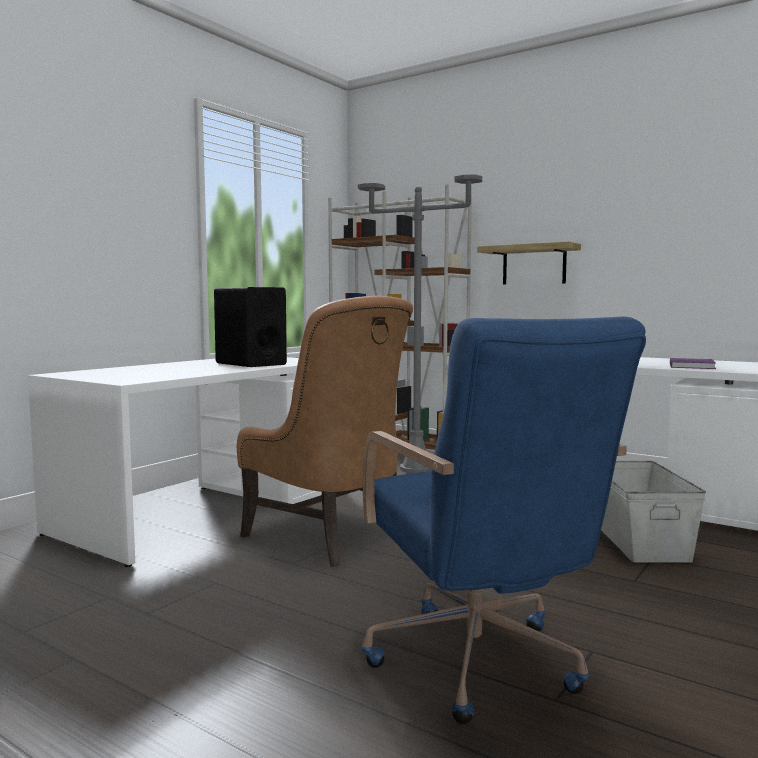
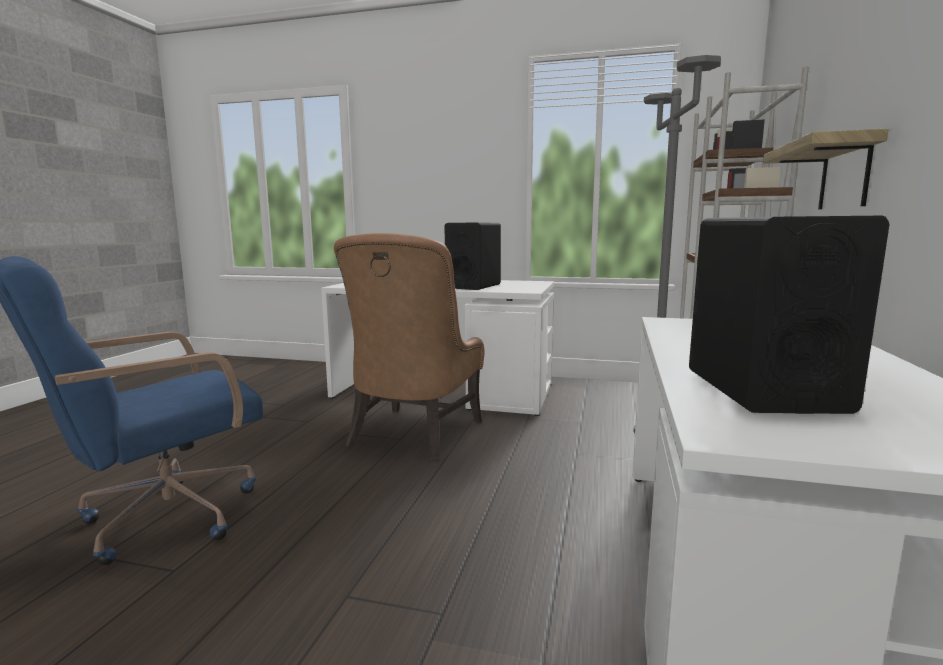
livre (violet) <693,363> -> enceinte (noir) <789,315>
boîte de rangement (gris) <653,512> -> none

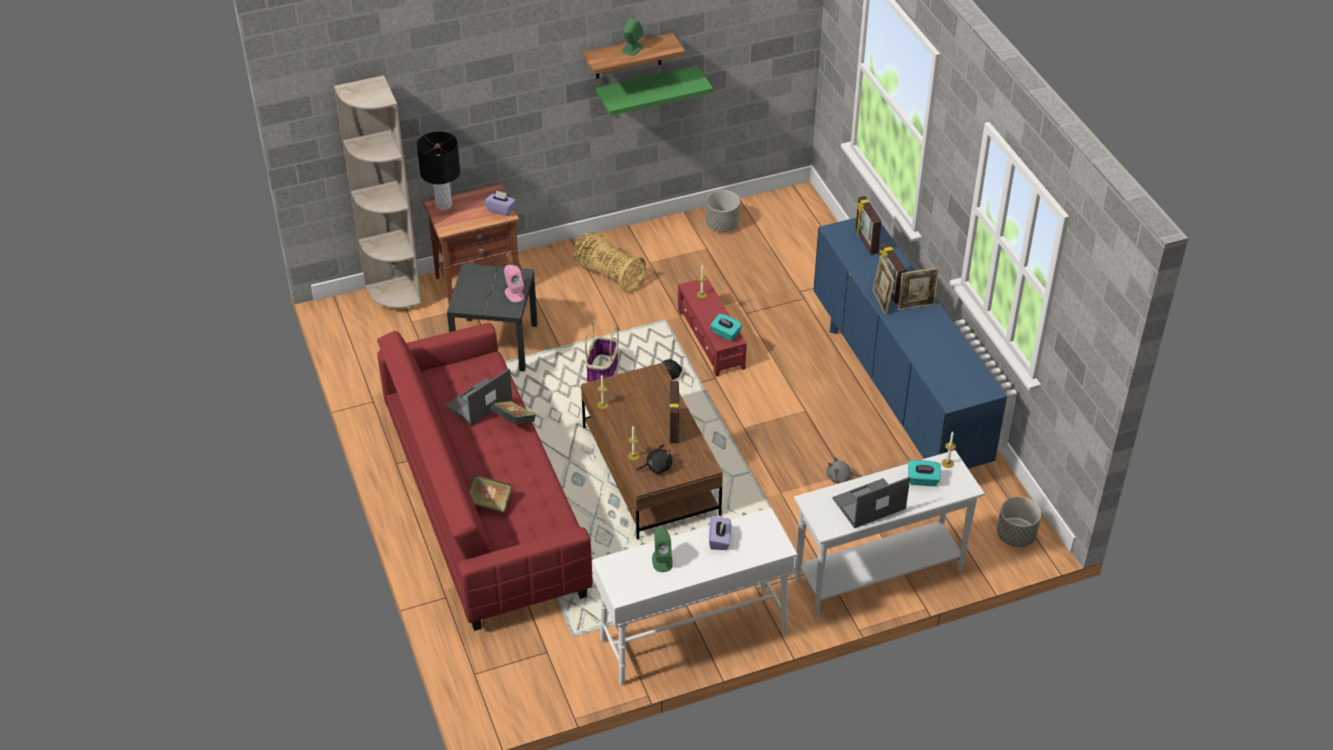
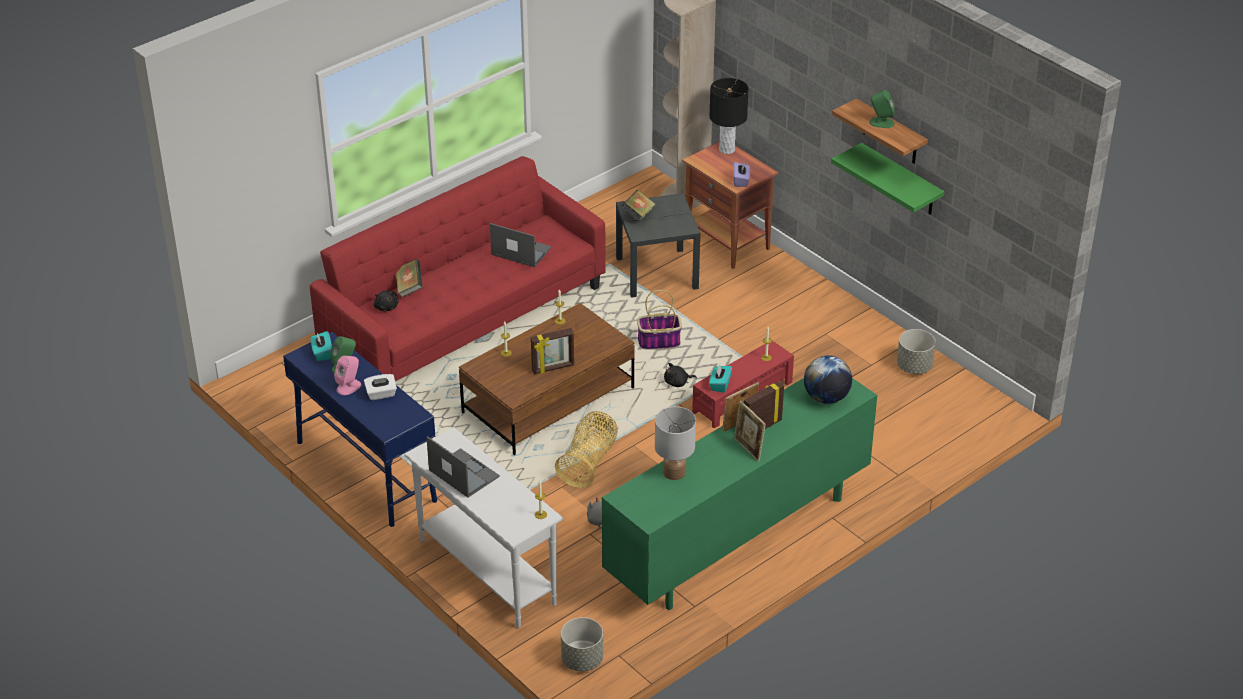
cadre photo <868,225> -> globe <828,380>
meuble de rangement (bleu) <910,343> -> meuble de rangement (vert) <739,494>
panier <609,262> -> panier <586,449>, relocated
enceinte (rose) <514,283> -> enceinte (rose) <347,375>, relocated
livre <513,412> -> livre <638,205>, relocated
peluche (noir) <654,459> -> peluche (noir) <386,301>, relocated
boîte à mouchoirs (turquoise) <924,473> -> boîte à mouchoirs (turquoise) <321,346>, relocated
table console (blanc) <695,597> -> table console (bleu) <360,429>
boîte à mouchoirs (violet) <720,533> -> boîte à mouchoirs (blanc) <380,387>
none -> lampe de table (gris) <675,443>

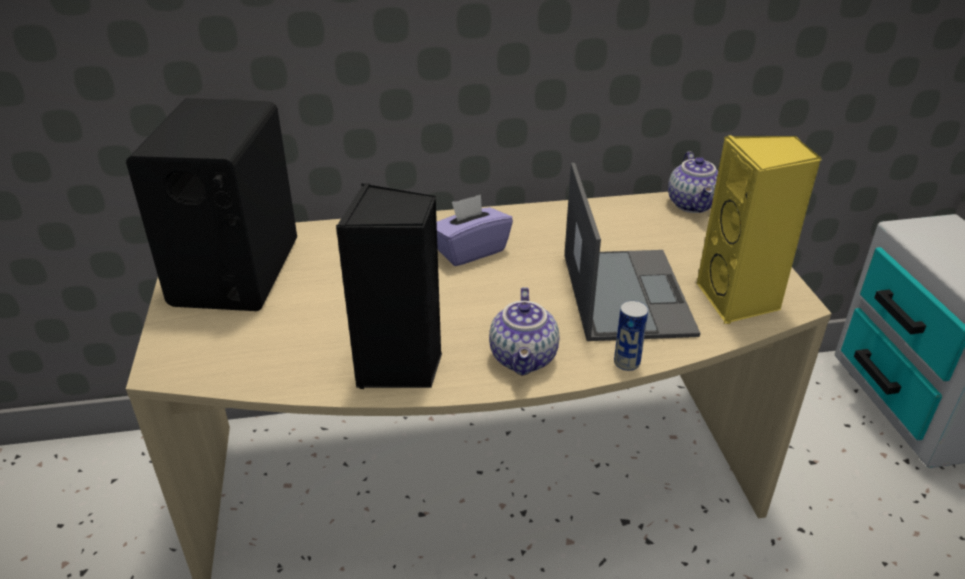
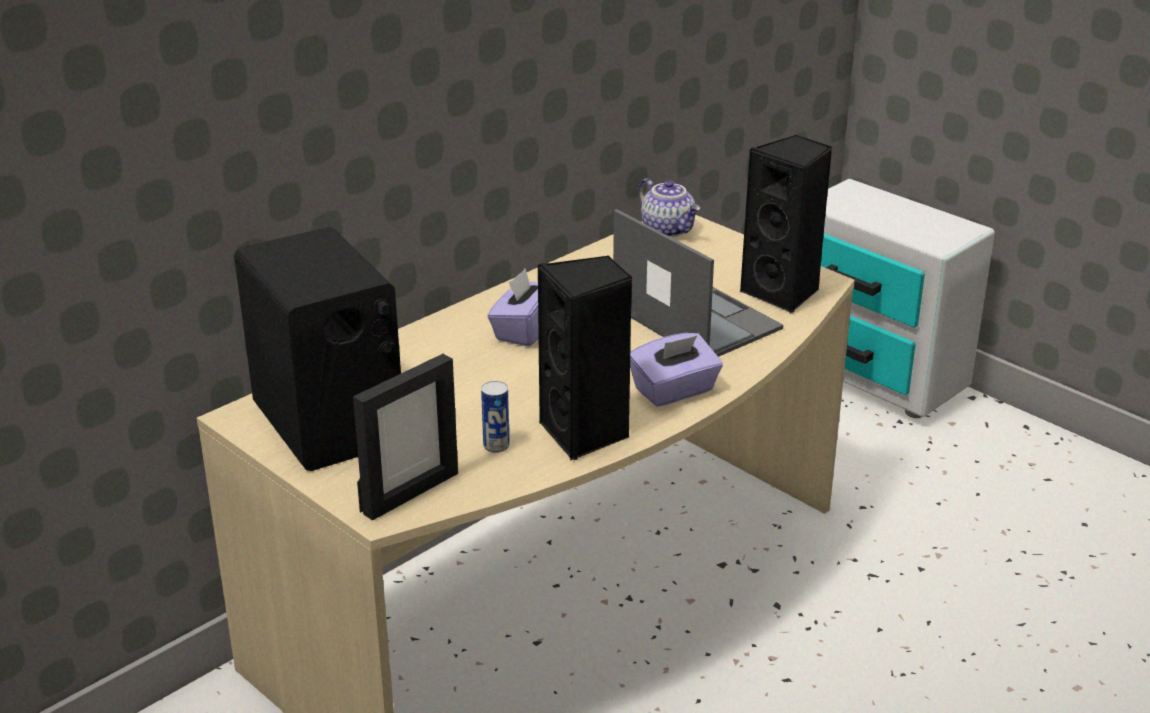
enceinte (jaune) <758,229> -> enceinte (noir) <786,224>
théière <524,331> -> boîte à mouchoirs (violet) <676,370>
boîte métallique <631,335> -> boîte métallique <495,417>, relocated
none -> cadre photo <405,437>

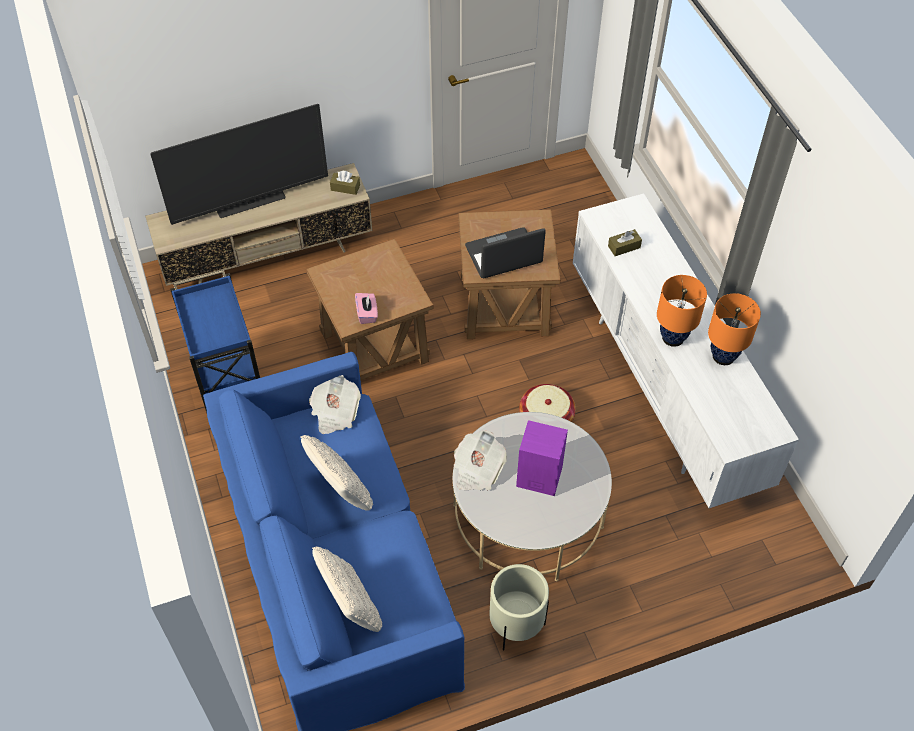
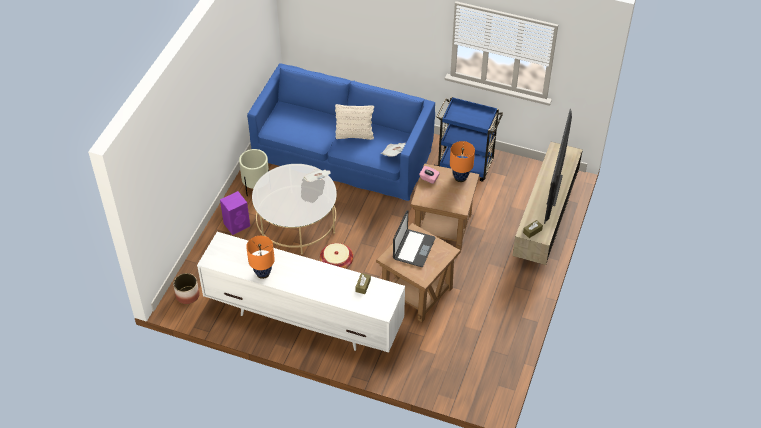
lampe de table (orange) <682,311> -> lampe de table (orange) <462,161>, relocated
enceinte (violet) <542,458> -> enceinte (violet) <235,213>, relocated
coussin (beige) <347,589> -> none
none -> cache-pot <186,288>

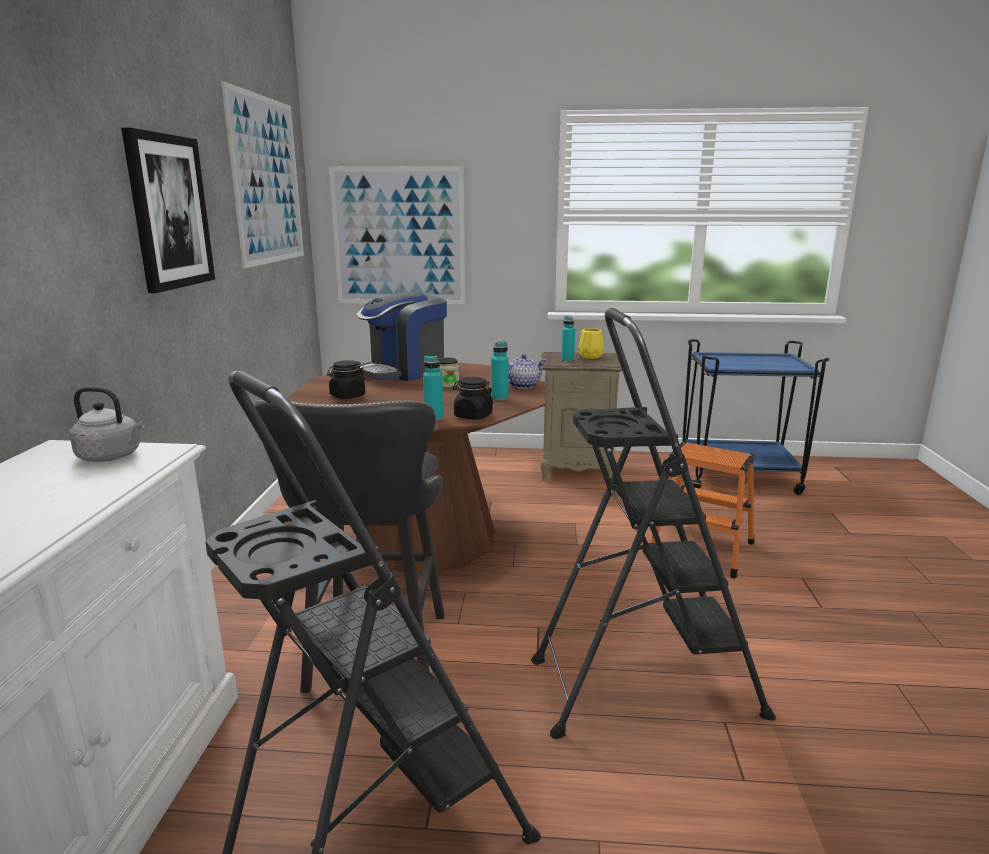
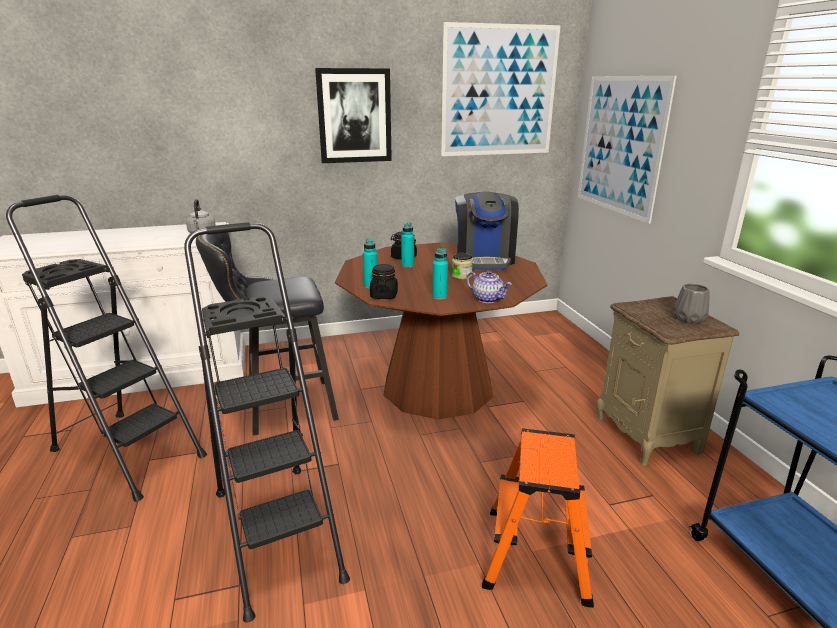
machine à café <402,336> -> machine à café <487,230>, 120 degrees counterclockwise
bouteille (turquoise) <568,338> -> bouteille (turquoise) <407,245>, relocated
vase (jaune) <591,343> -> vase (gris) <692,304>

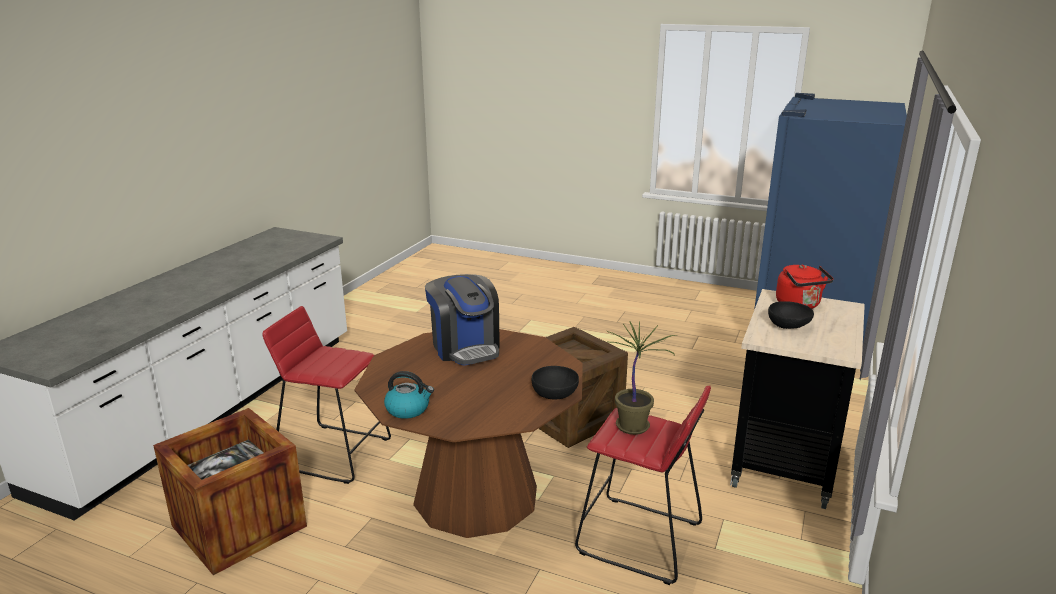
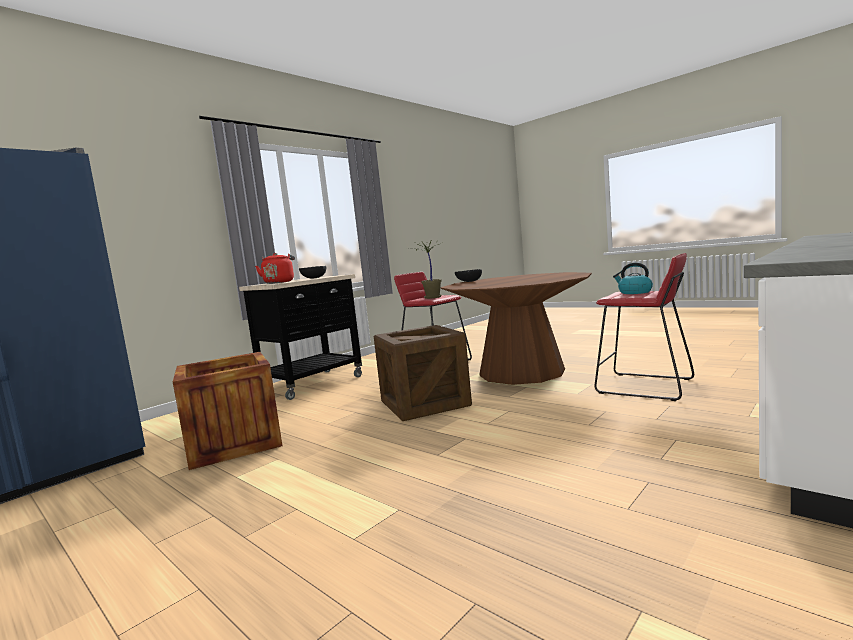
machine à café <462,320> -> none
bouilloire <409,395> -> bouilloire <633,278>, relocated
caisse <230,491> -> caisse <227,411>, relocated

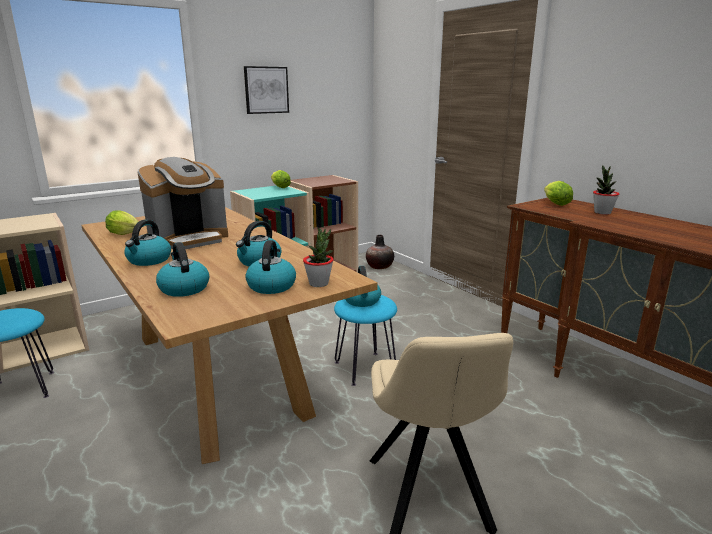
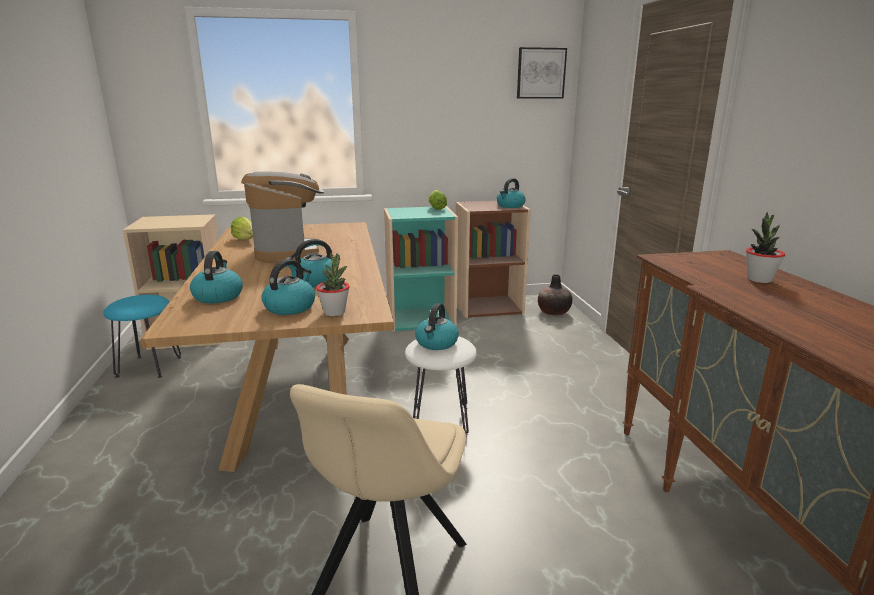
tableau <266,90> -> tableau <542,73>, relocated
machine à café <183,203> -> machine à café <282,217>, 90 degrees counterclockwise
laitue <558,193> -> none
bouilloire <148,243> -> bouilloire <511,193>, relocated
tabouret (turquoise) <365,340> -> tabouret (blanc) <441,386>

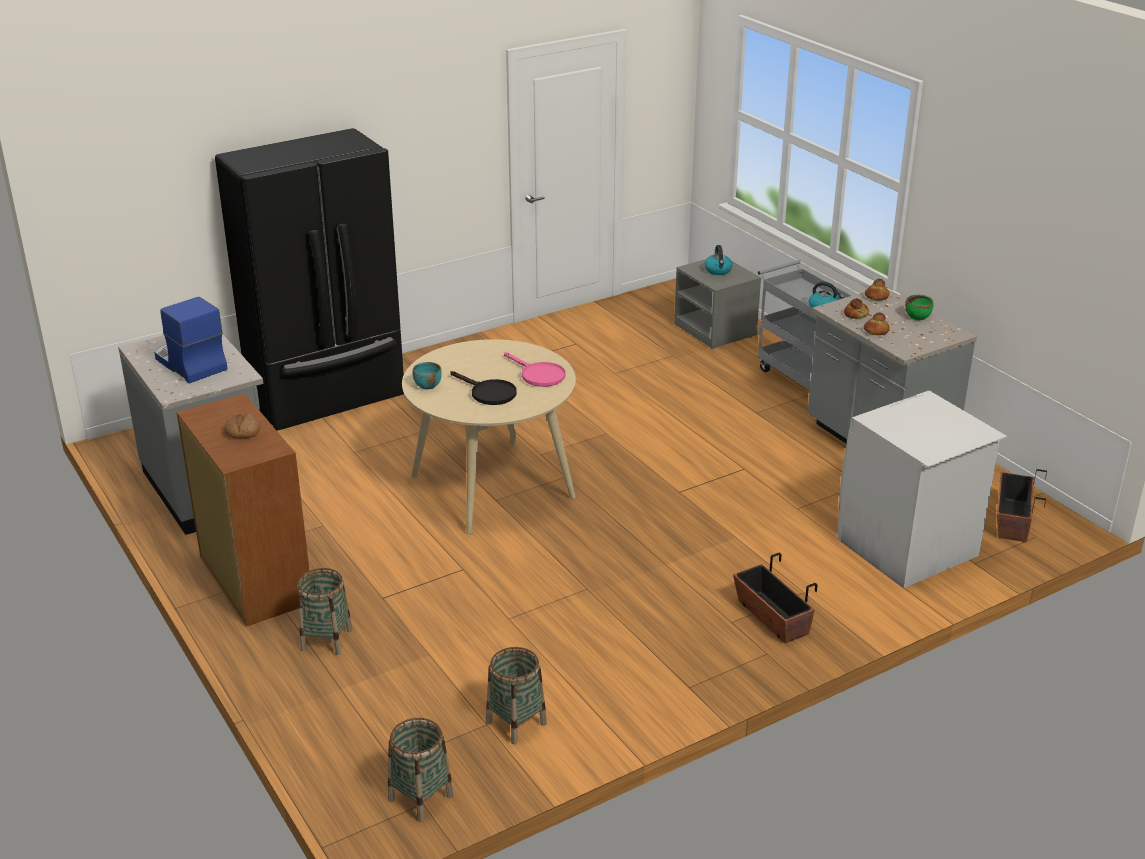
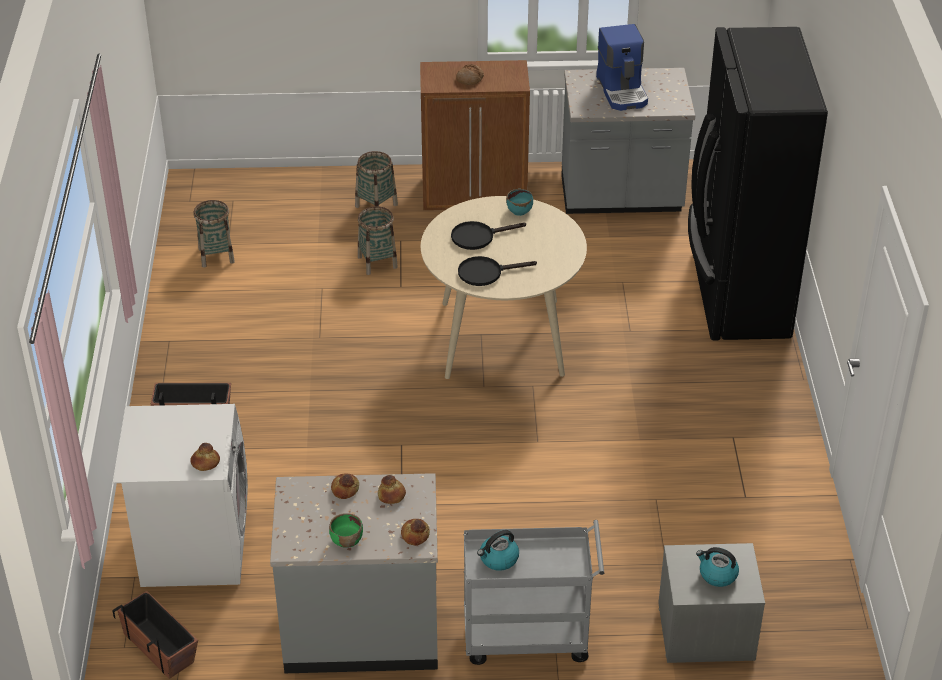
machine à café <191,340> -> machine à café <622,67>, 90 degrees clockwise
poêle (rose) <535,369> -> poêle (noir) <497,271>
panier <421,770> -> panier <378,240>, relocated
none -> pain <205,457>

